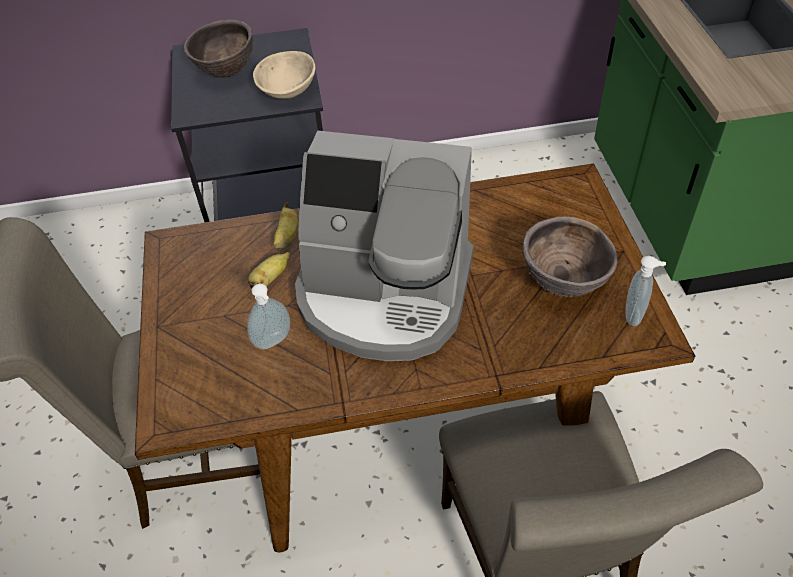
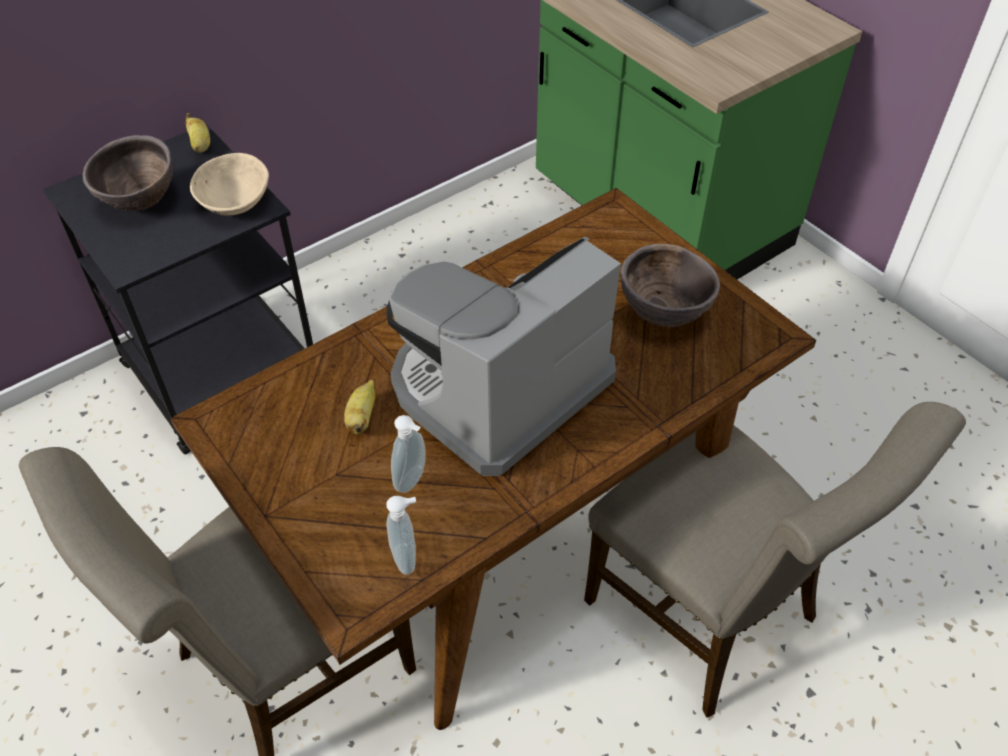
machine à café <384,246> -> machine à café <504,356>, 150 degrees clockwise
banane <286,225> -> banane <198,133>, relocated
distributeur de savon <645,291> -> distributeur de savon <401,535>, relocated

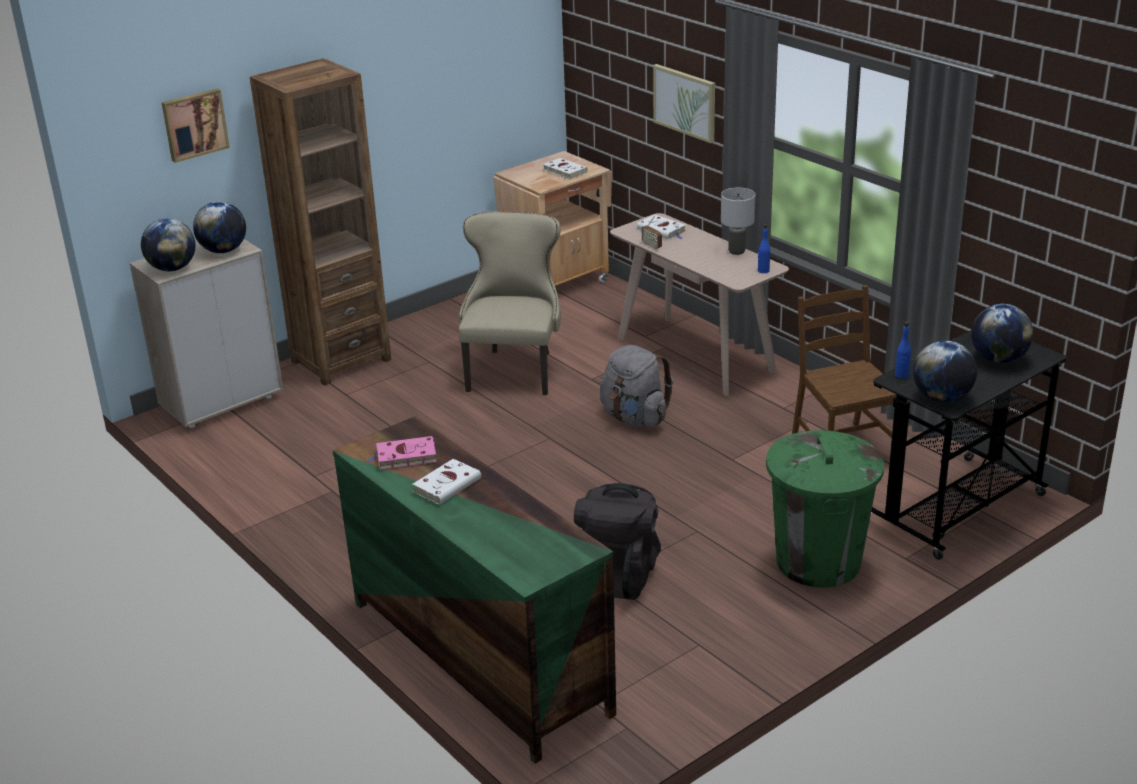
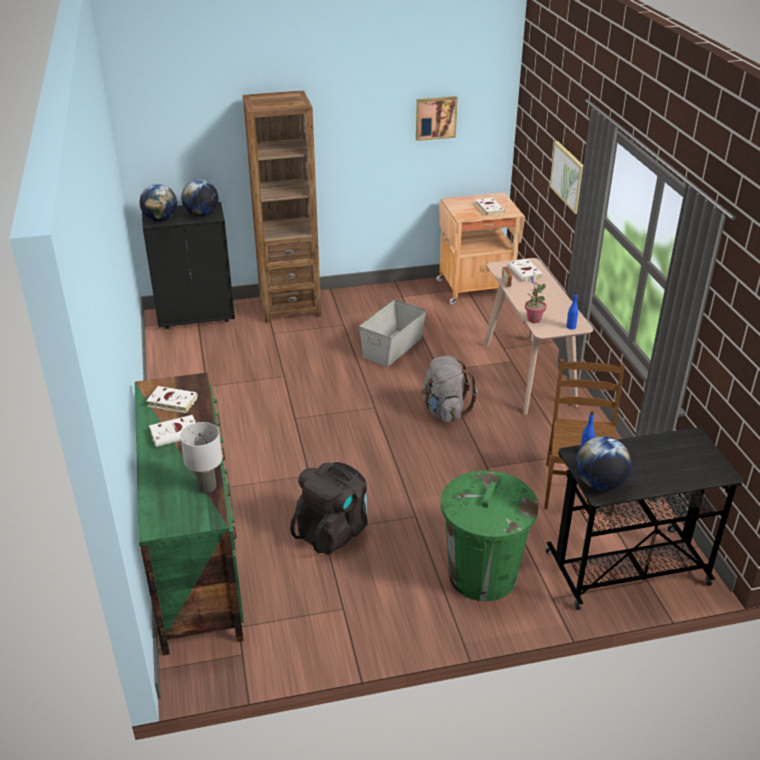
tableau <196,126> -> tableau <437,118>, relocated
lampe de table (blanc) <738,221> -> lampe de table (blanc) <201,457>, relocated
chaise (beige) <510,303> -> boîte de rangement (gris) <392,333>
meuble de rangement (beige) <206,333> -> meuble de rangement (noir) <188,265>
globe <1002,333> -> none
livre (rose) <402,453> -> livre (blanc) <172,399>
none -> plante en pot <536,302>

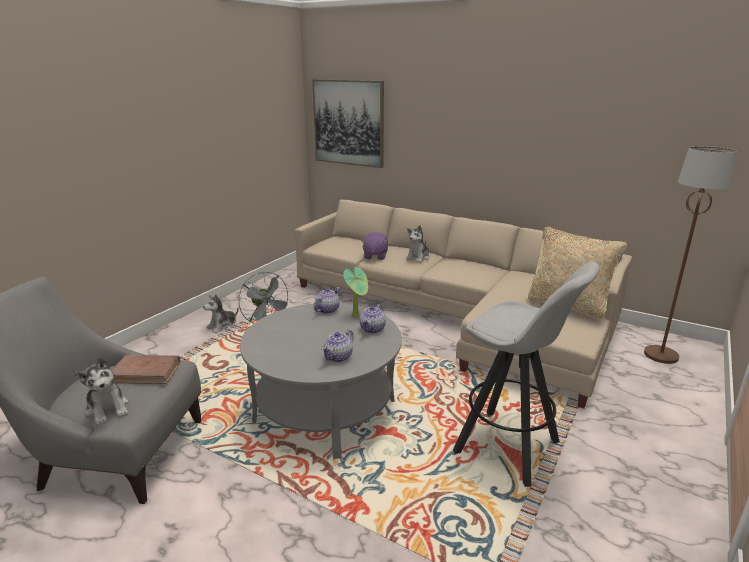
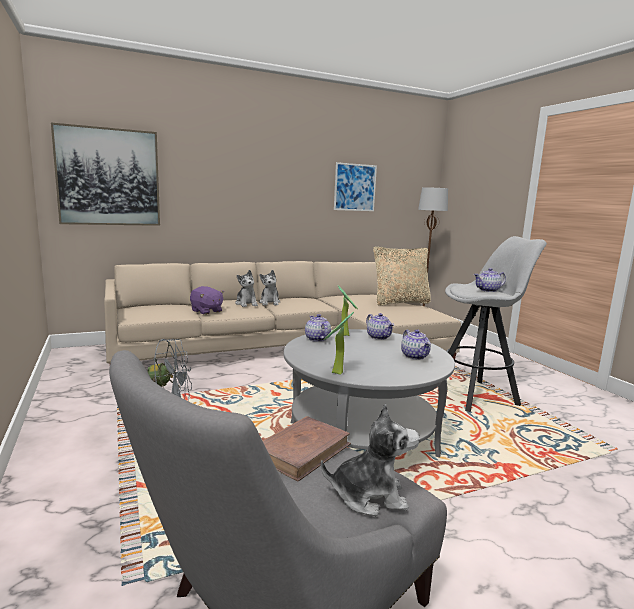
peluche <221,313> -> peluche <269,287>, relocated
none -> tableau <355,186>
none -> théière <490,280>
none -> plante en pot <338,343>

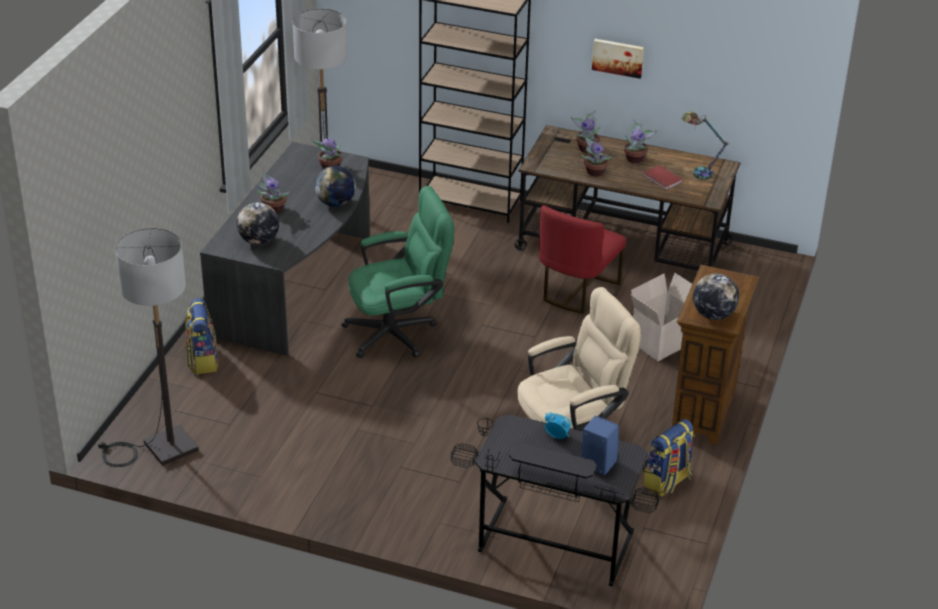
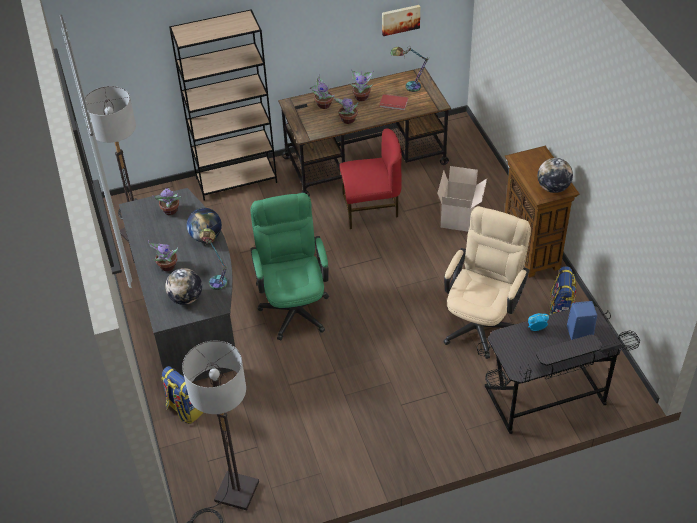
tableau <618,59> -> tableau <401,20>, relocated
chaise de bureau (vert) <397,272> -> chaise de bureau (vert) <289,267>, 45 degrees counterclockwise
chaise (rouge) <582,259> -> chaise (rouge) <370,179>, 90 degrees counterclockwise
none -> lampe de table <213,259>

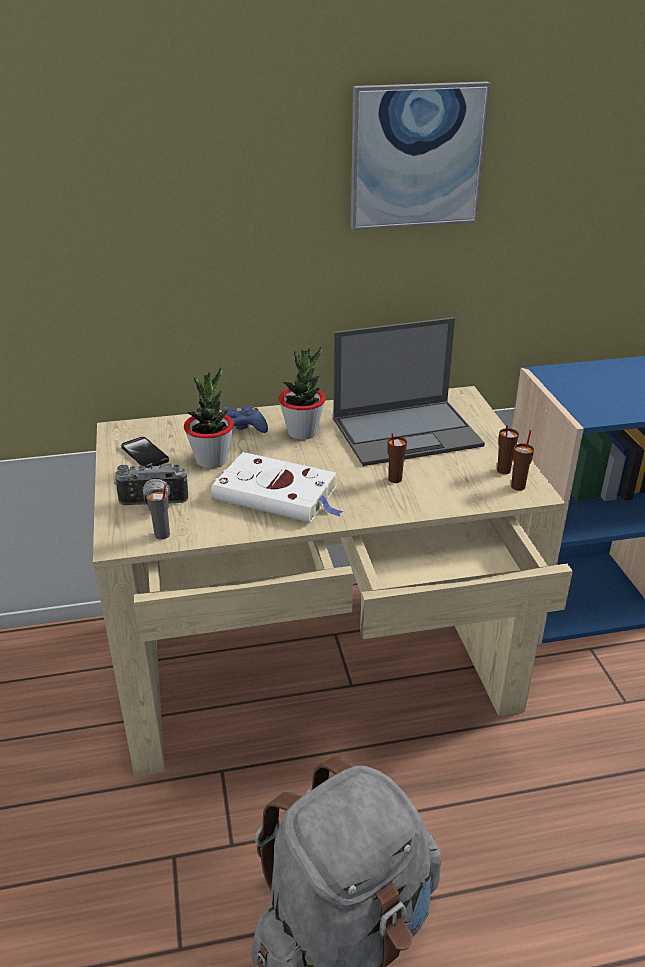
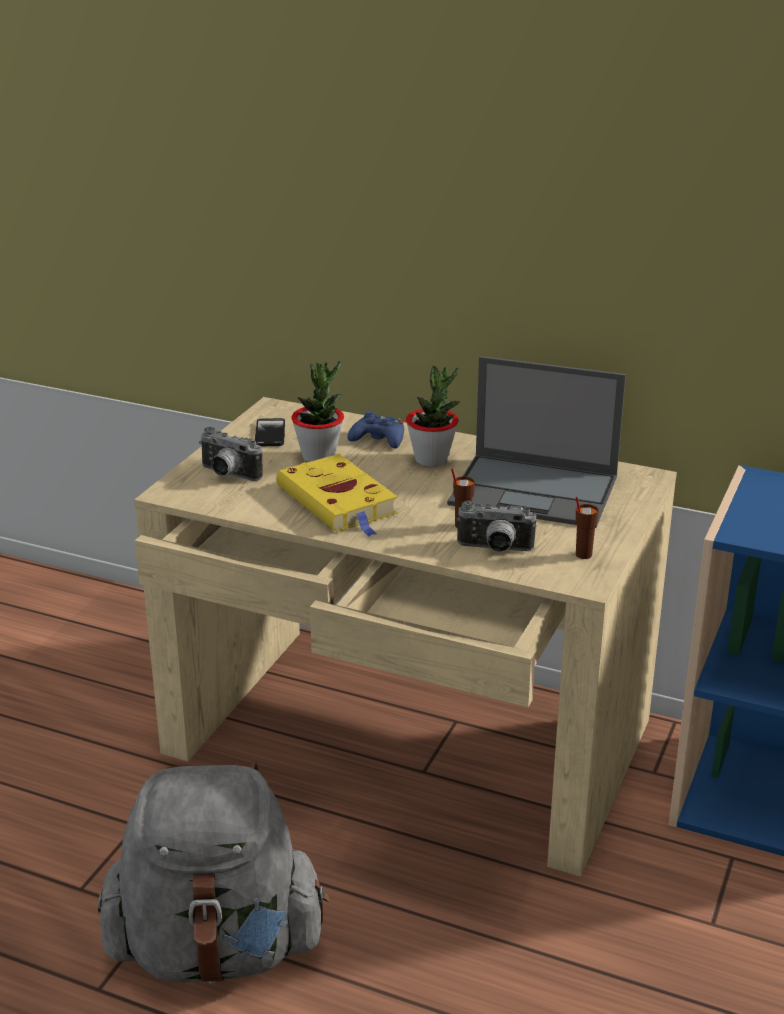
tableau <420,156> -> none
tasse (marron) <522,460> -> none
livre (blanc) <277,487> -> livre (jaune) <337,495>
tasse (gris) <158,512> -> none
none -> appareil photo <496,526>

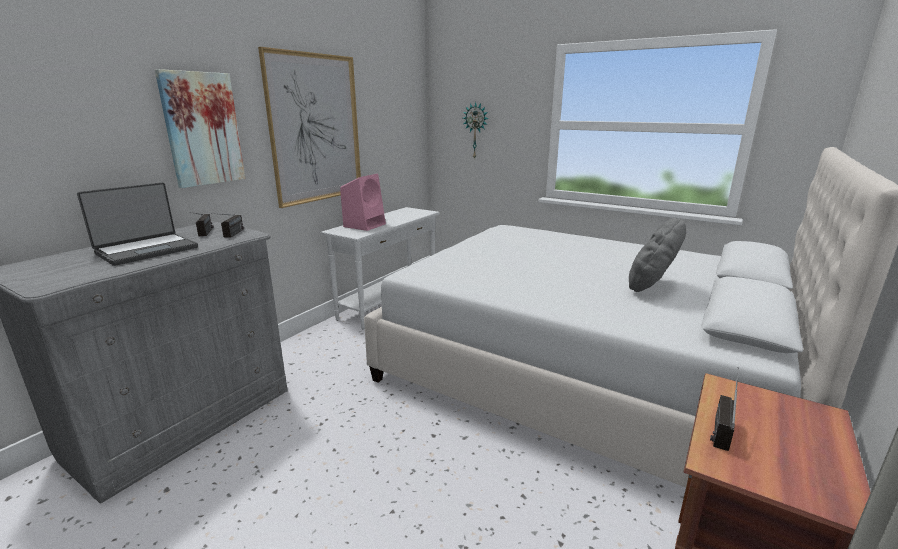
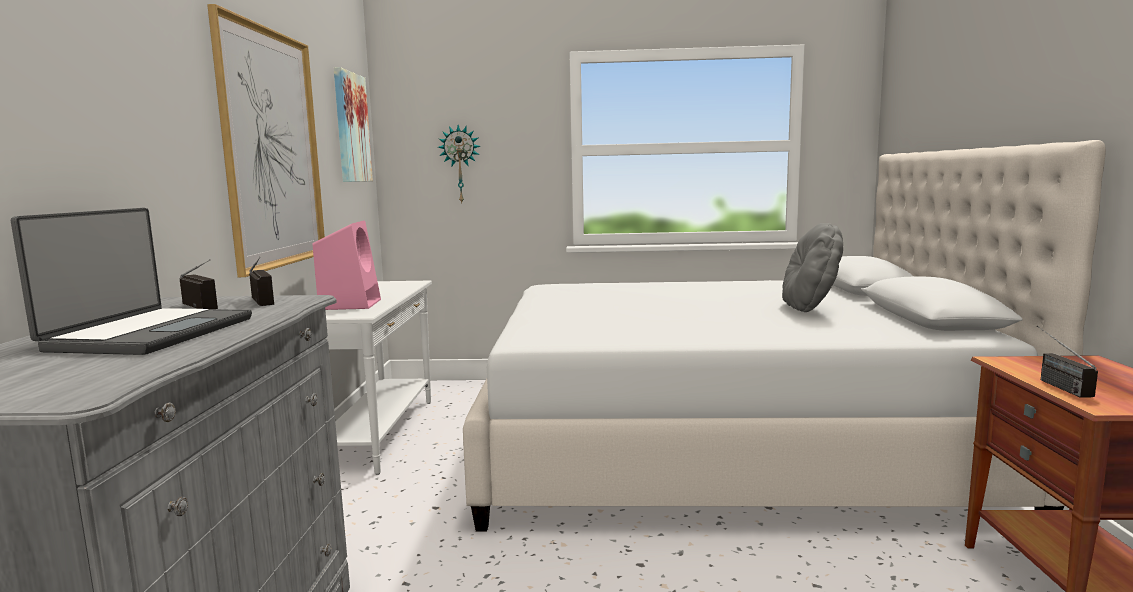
tableau <200,128> -> tableau <353,124>, relocated

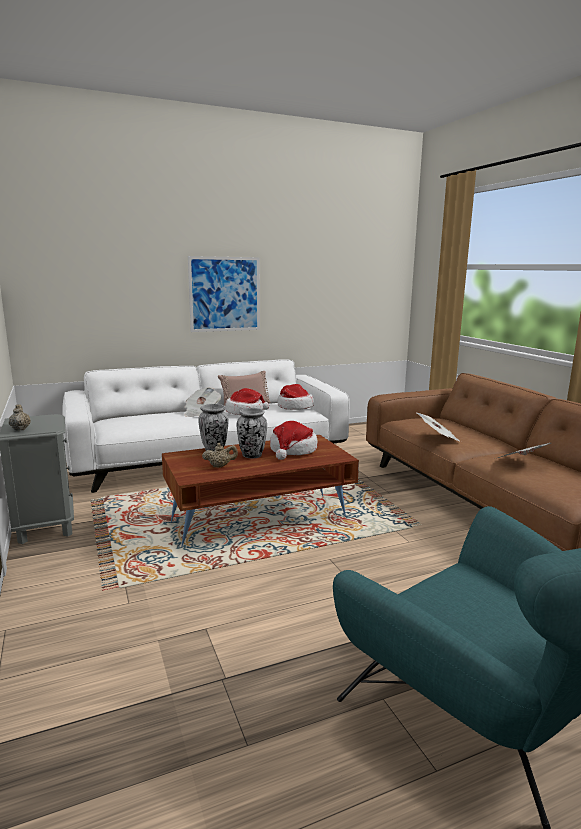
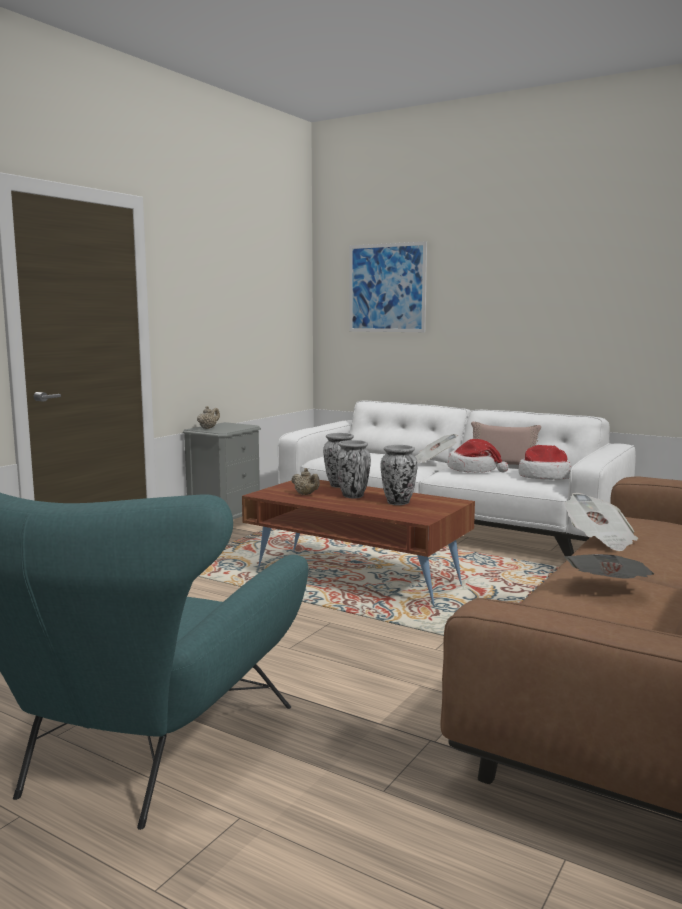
tableau <224,294> -> tableau <388,286>, relocated
chapeau <293,440> -> vase <399,475>

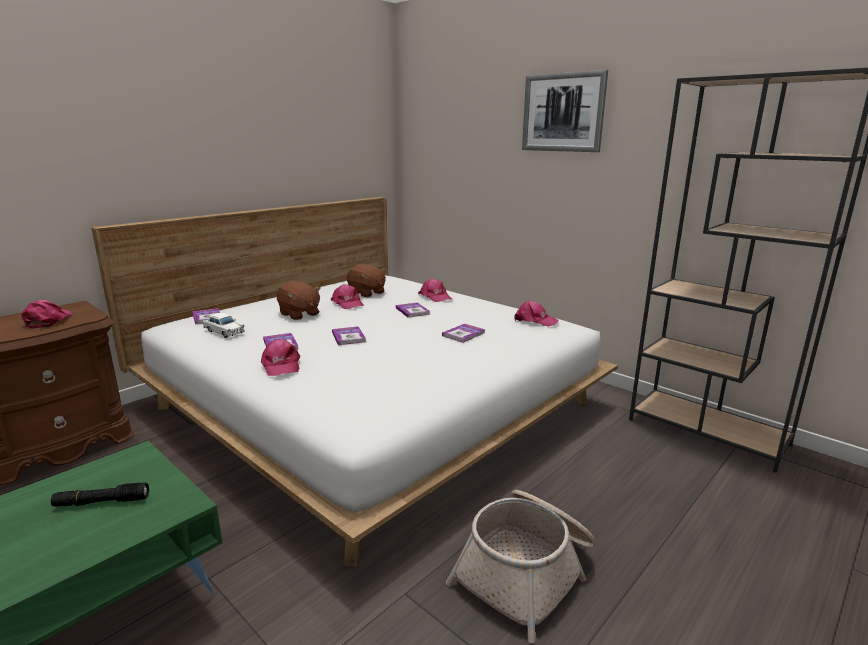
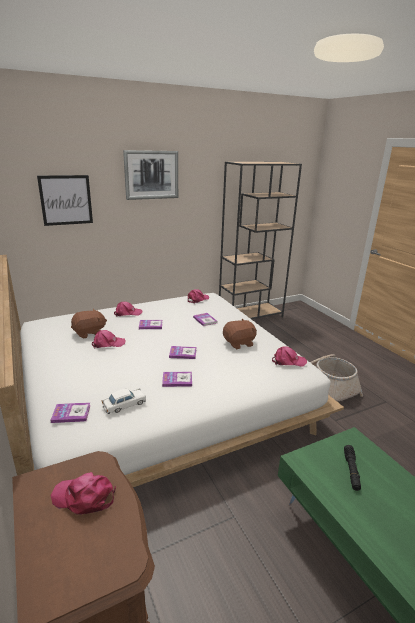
peluche (marron) <299,300> -> peluche (marron) <240,333>, relocated
casquette (rose) <280,357> -> casquette (rose) <289,356>, relocated
none -> tableau <65,200>

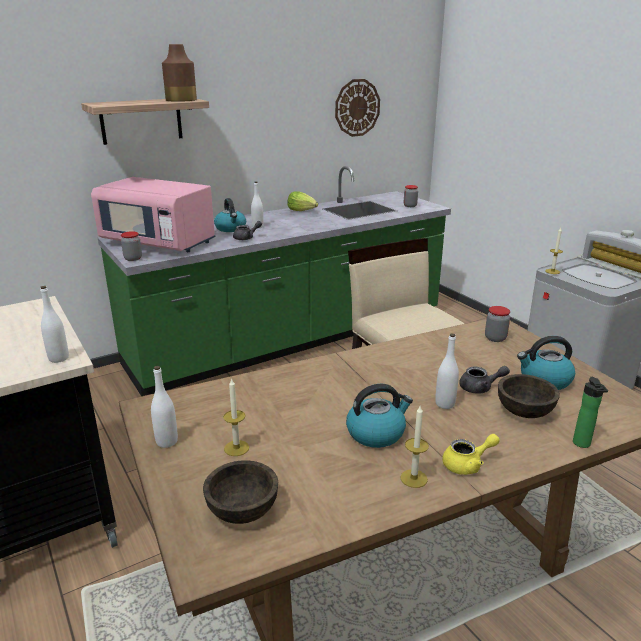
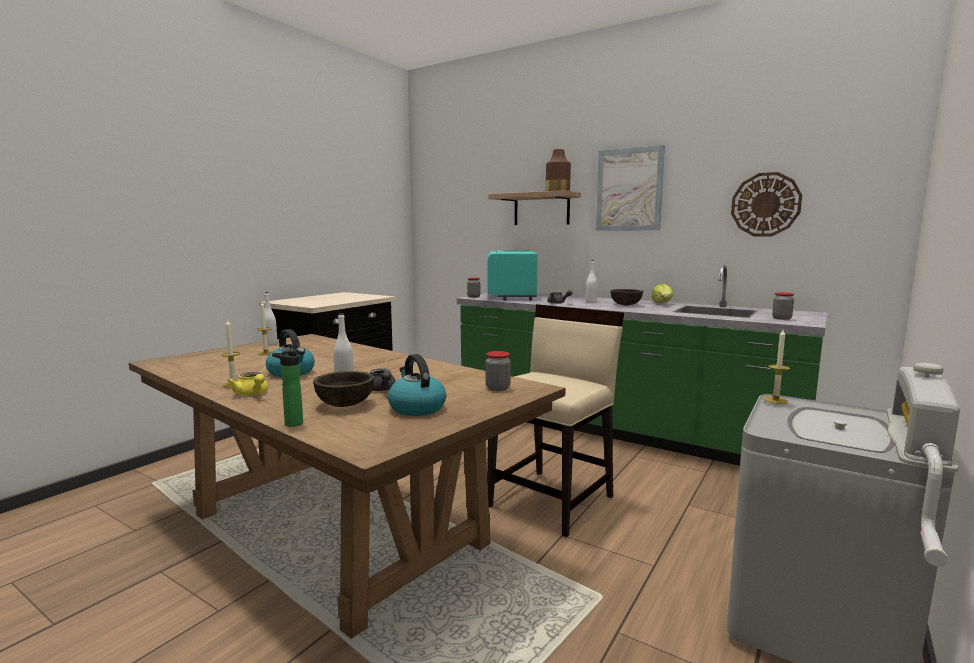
micro-ondes (rose) <153,214> -> micro-ondes (turquoise) <512,276>
bouilloire <230,215> -> none
bouteille (blanc) <54,324> -> none
bol (marron) <240,492> -> bol (marron) <626,297>, relocated
none -> tableau <630,188>

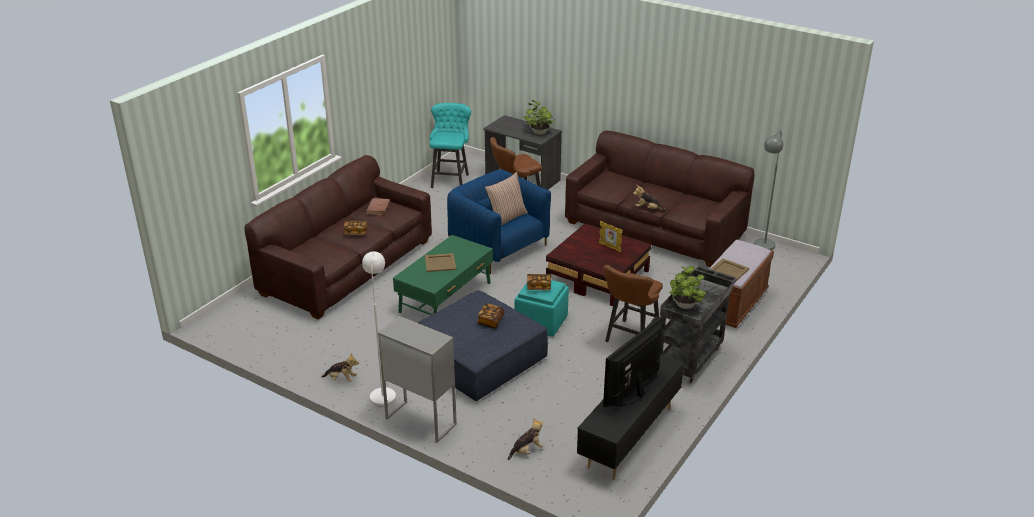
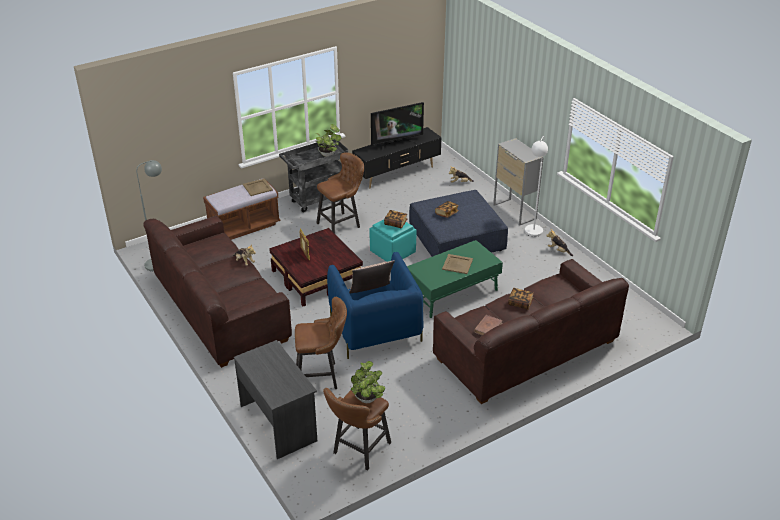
plante en pot <539,117> -> plante en pot <368,382>, relocated
tabouret (turquoise) <450,145> -> tabouret (marron) <357,429>

